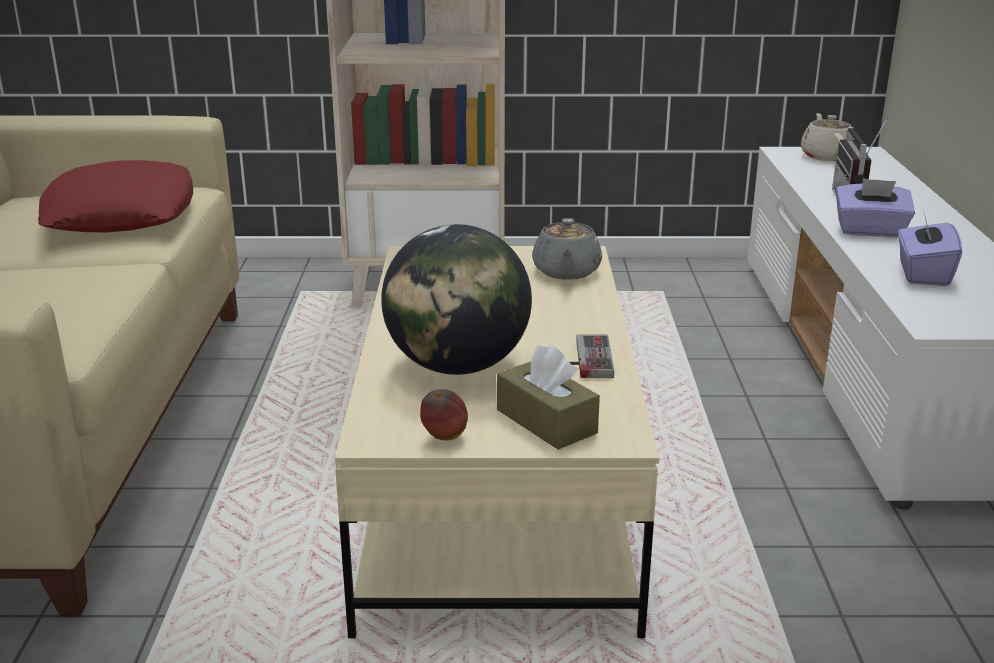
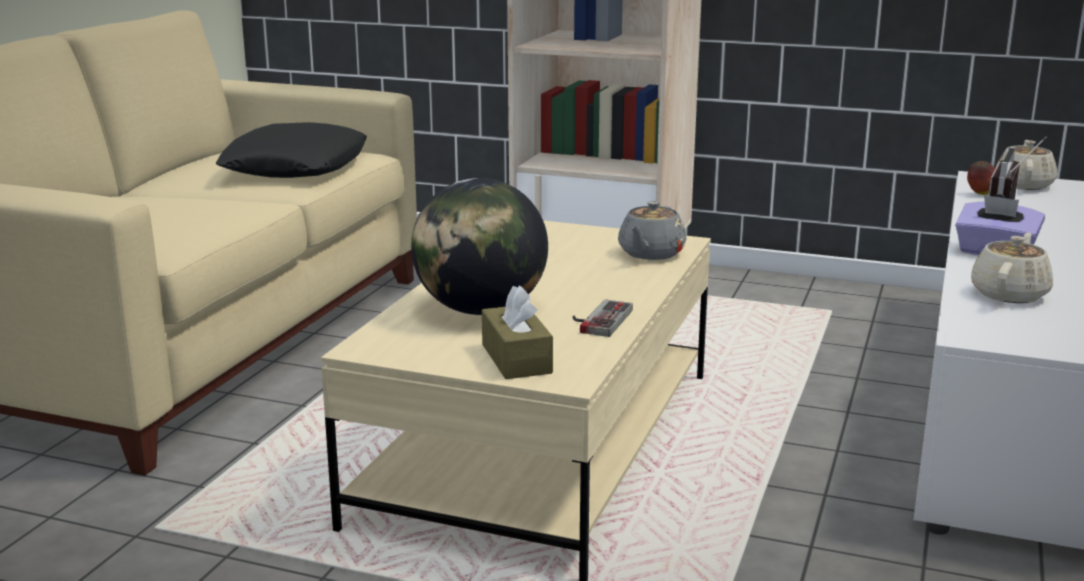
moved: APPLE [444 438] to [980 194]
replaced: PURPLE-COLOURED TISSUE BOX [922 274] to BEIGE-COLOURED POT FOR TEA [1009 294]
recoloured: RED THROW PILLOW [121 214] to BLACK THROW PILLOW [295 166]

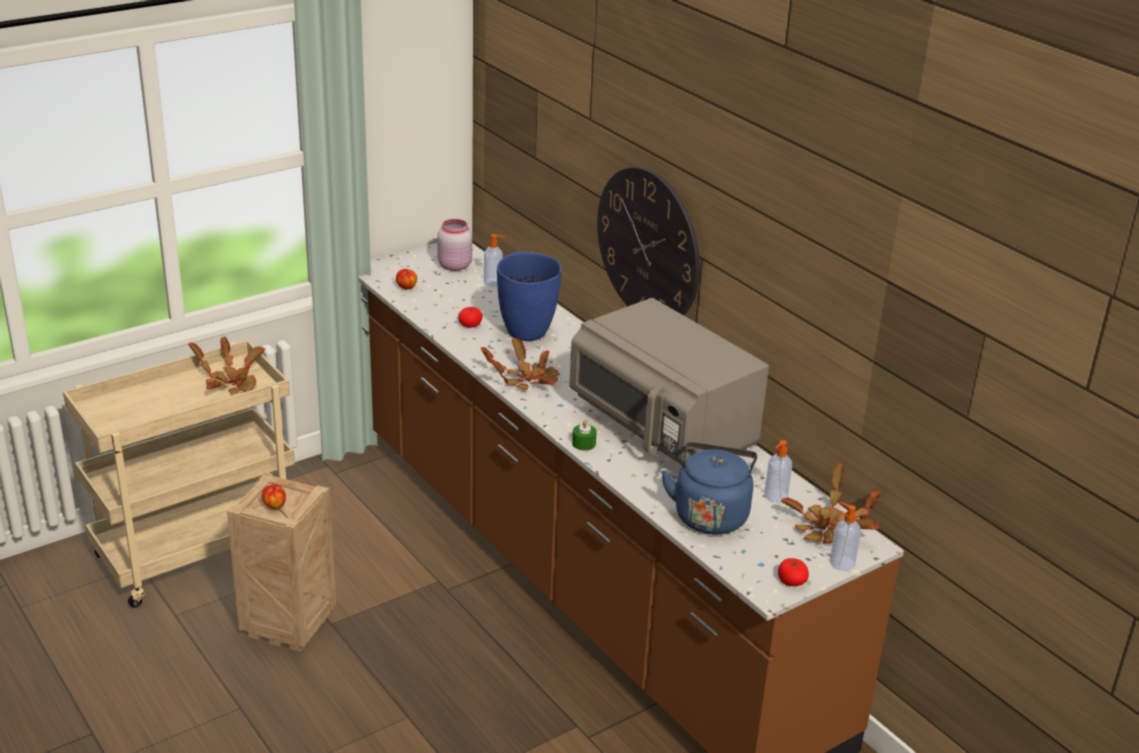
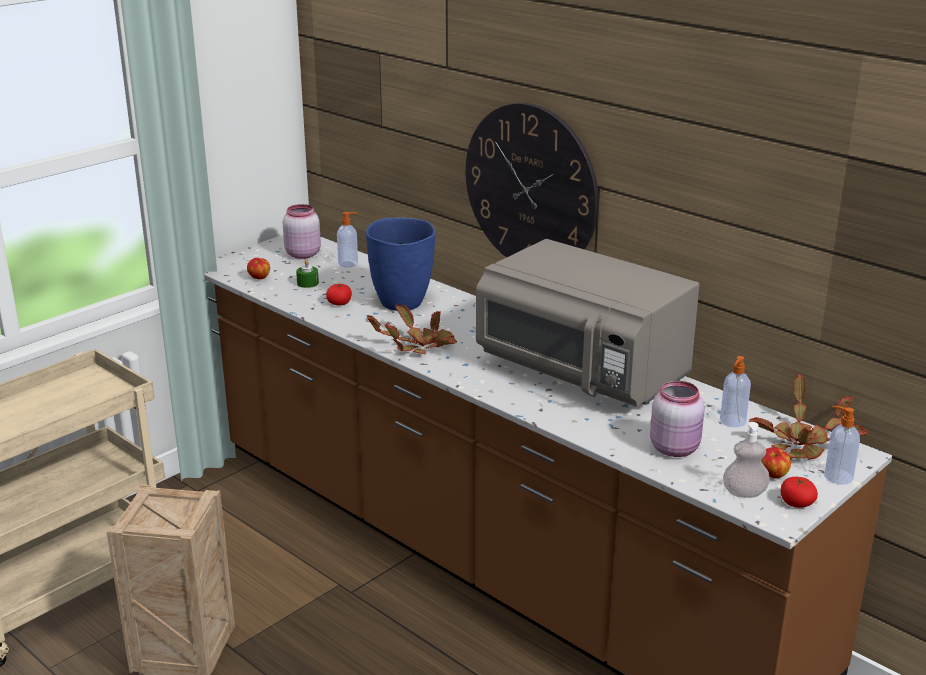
removed: HOUSEPLANT [231 382]
added: SOAP DISPENSER [744 493]
moved: GREENISH CANDLE [584 443] to [307 283]; APPLE [274 506] to [773 475]
replaced: BLUISH TEA KETTLE [710 514] to PINKISH JAR [675 448]

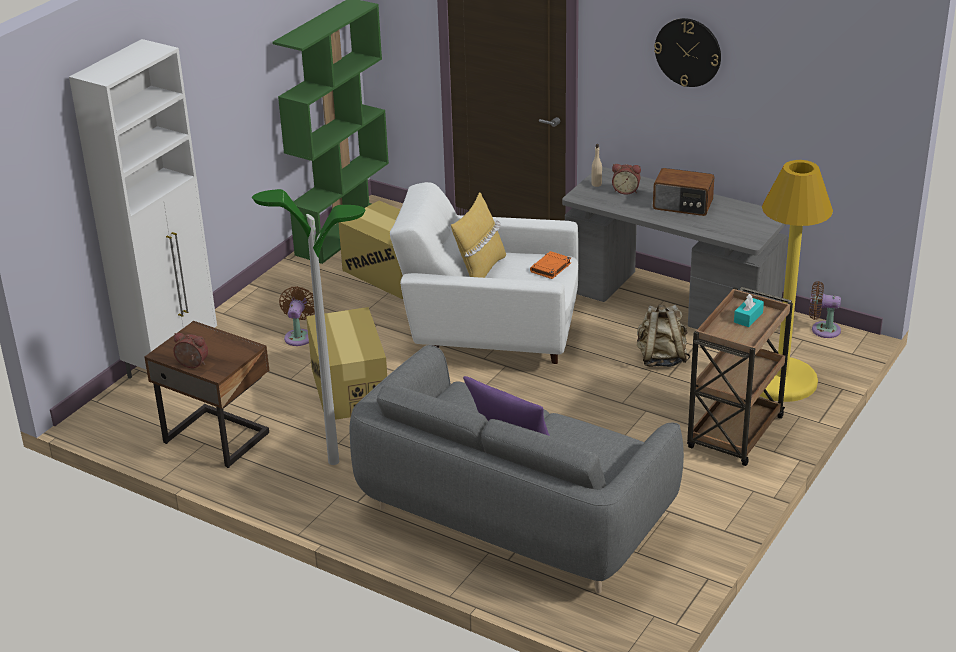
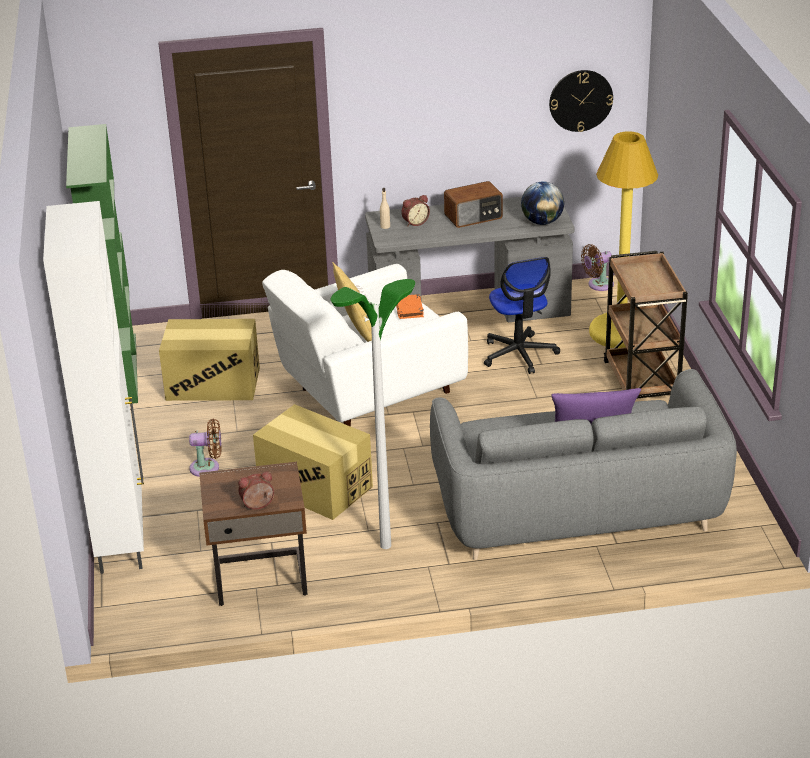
removed: TURQUOISE TISSUE BOX [748 317]
added: WORLD GLOBE [542 222]
moved: HANGING CLOCK [688 52] to [580 100]
replaced: BEIGE-COLOURED BACKPACK [661 359] to OFFICE CHAIR [519 354]
turned: BROWNISH COOLING FAN [299 336] = [208 468] 120 degrees clockwise

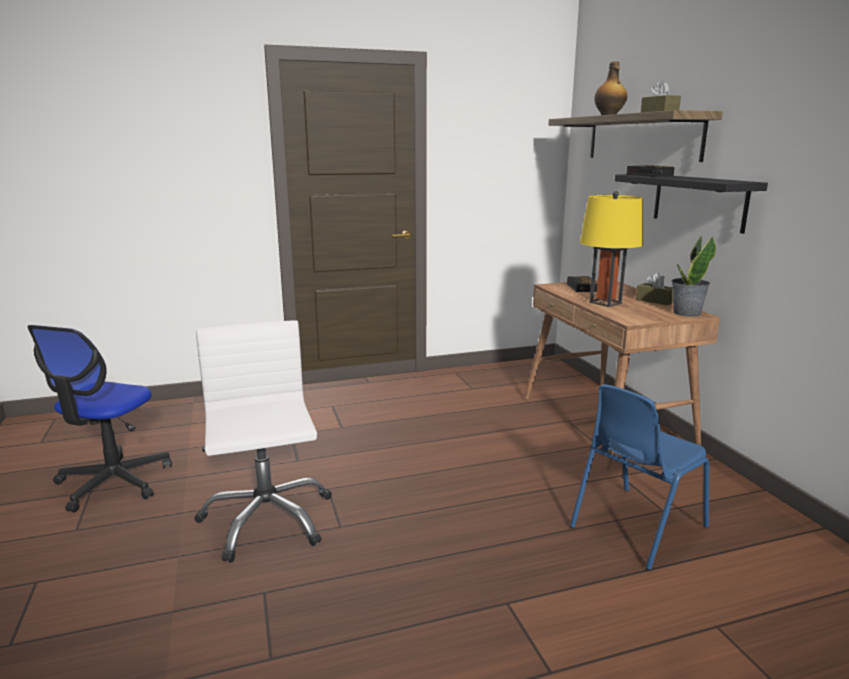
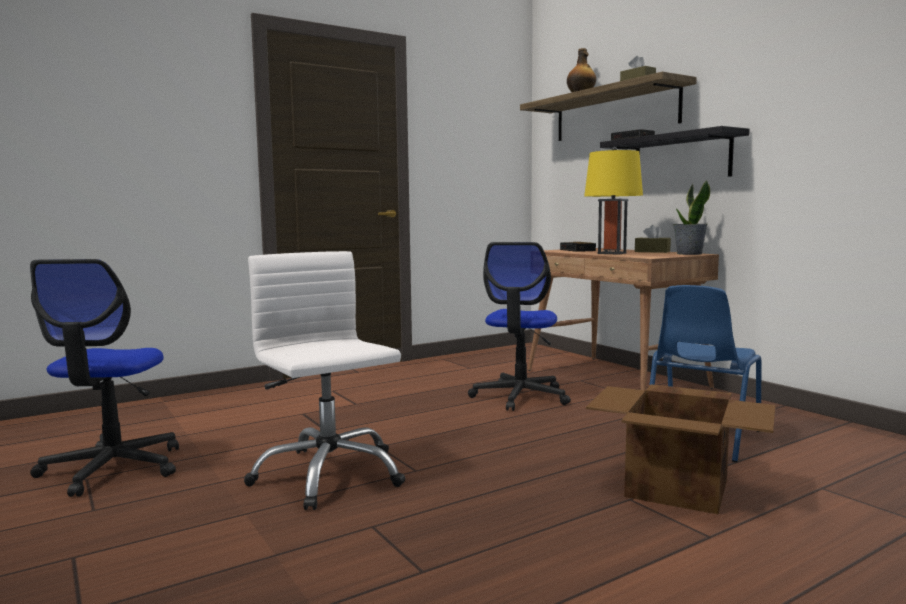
added: OFFICE CHAIR [520 397]; CARDBOARD BOX [678 488]

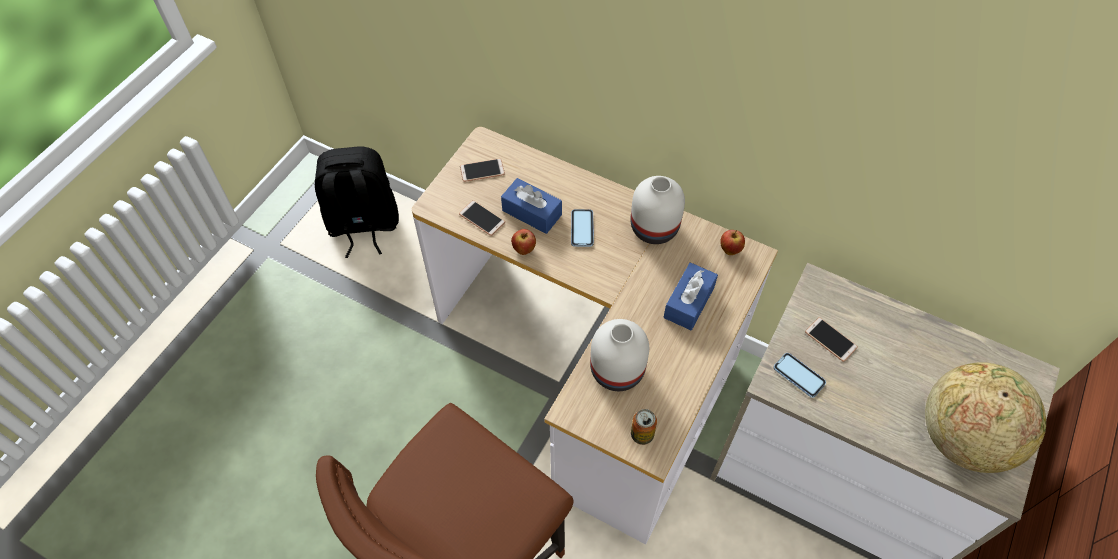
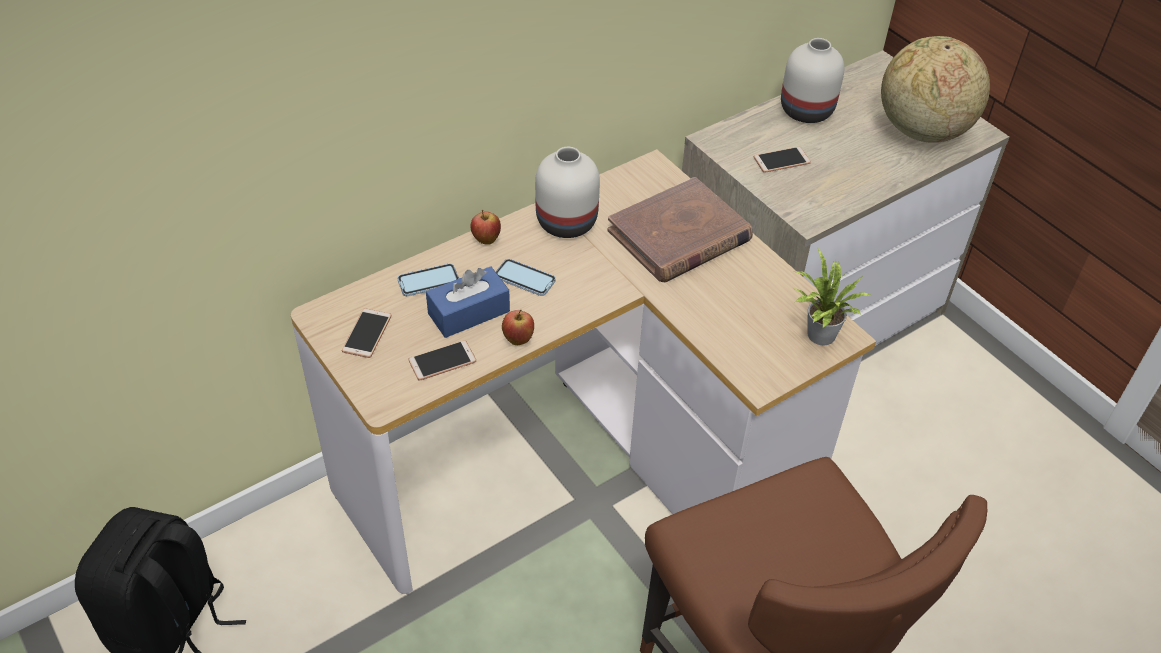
moved: PHONE [799 375] to [428 281]; APPLE [730 250] to [486 240]; WHITISH VASE [616 369] to [805 110]
replaced: BLUISH TISSUE BOX [689 302] to BROWNISH BOOK [679 236]; CAN [642 434] to HOUSEPLANT [817 336]

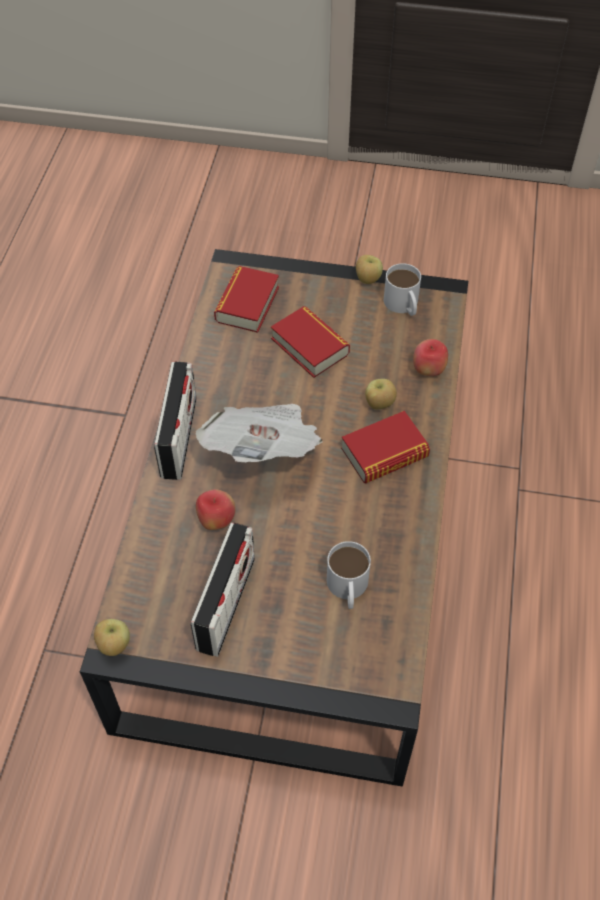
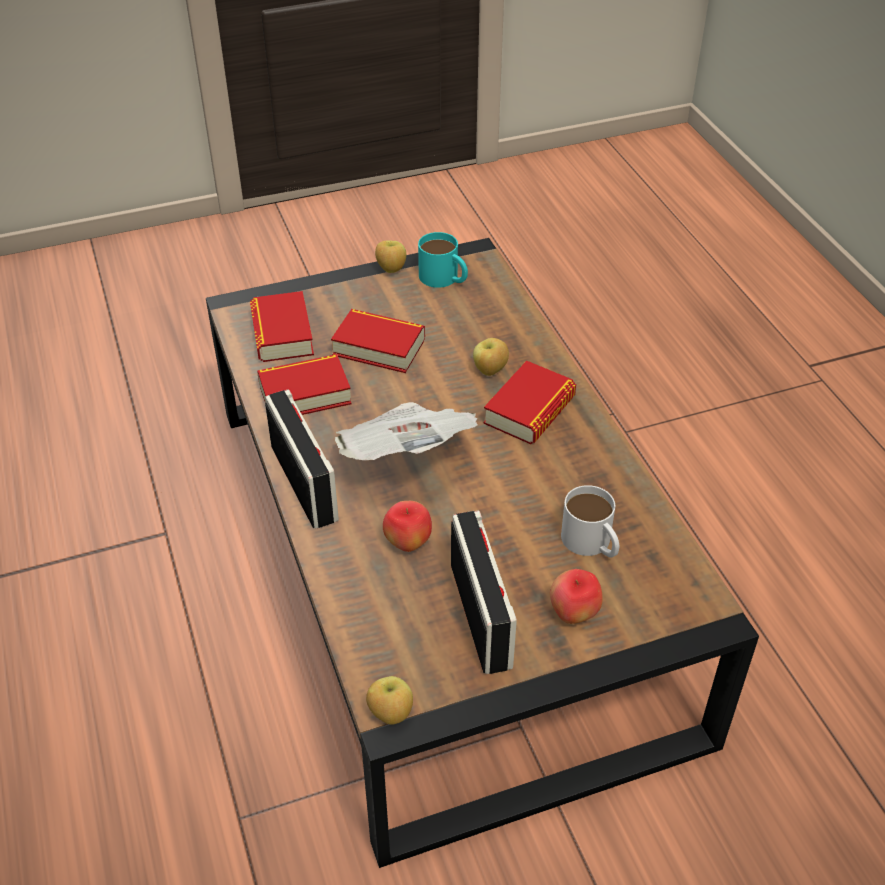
added: BOOK [305 394]
moved: APPLE [428 370] to [573 614]
recoloured: WHITISH COFFEE MUG [403 305] to TURQUOISE COFFEE MUG [444 279]

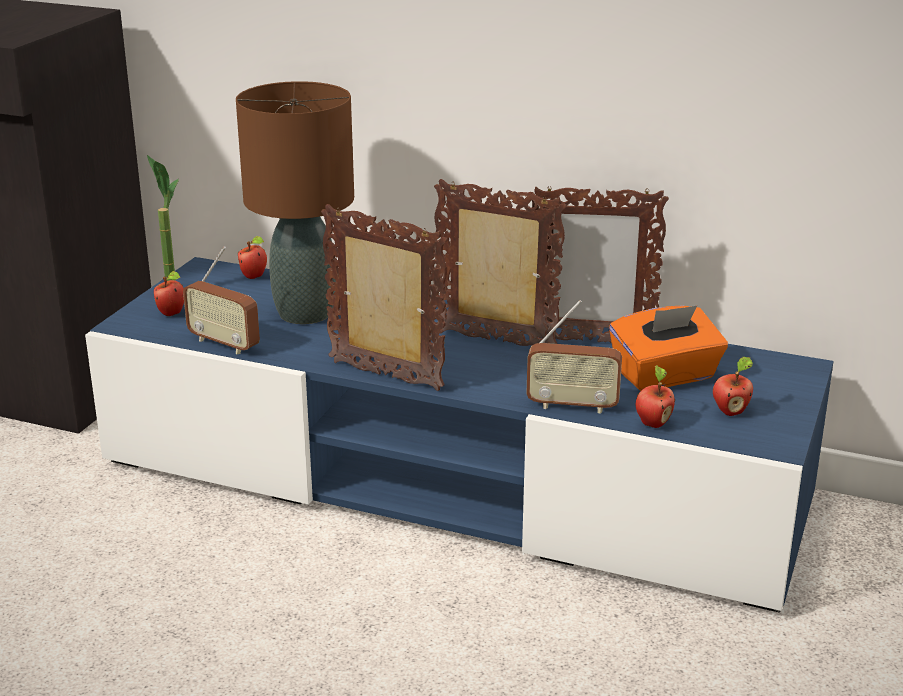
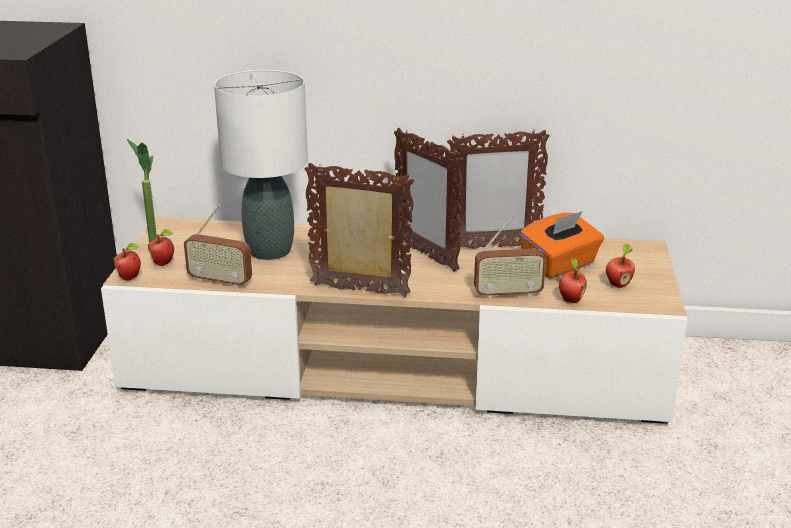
moved: APPLE [254 276] to [130 278]
recoloured: BLUISH MEDIA CONSOLE [451 481] to BEIGE-COLOURED MEDIA CONSOLE [395 366]; BROWNISH TABLETOP LAMP [304 313] to WHITISH TABLETOP LAMP [269 251]
turned: PICTURE FRAME [496 341] = [426 255] 135 degrees counterclockwise

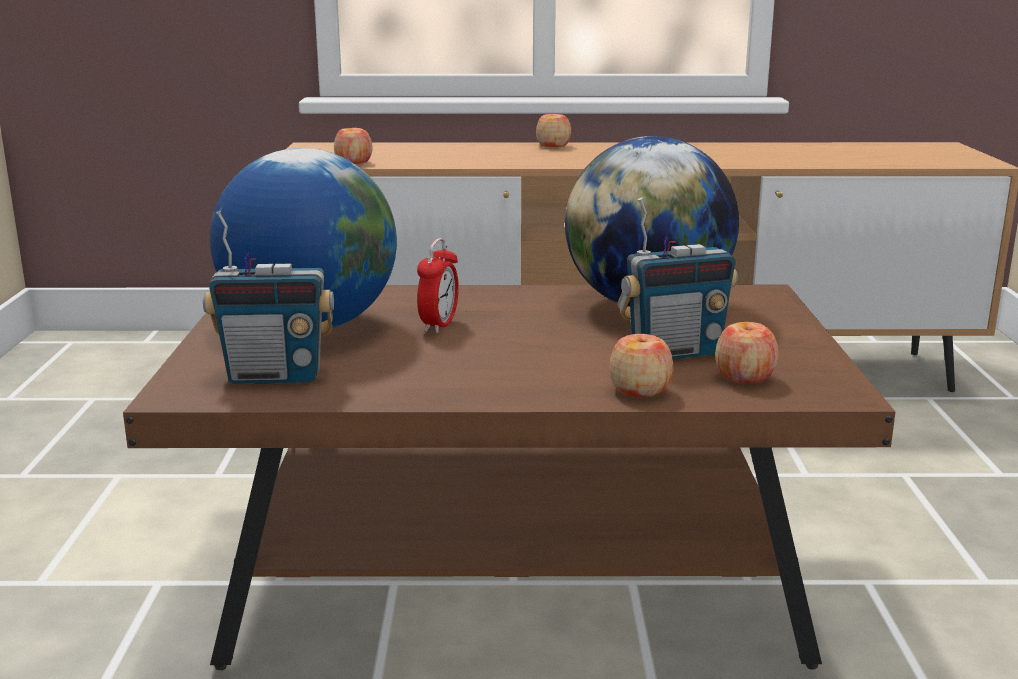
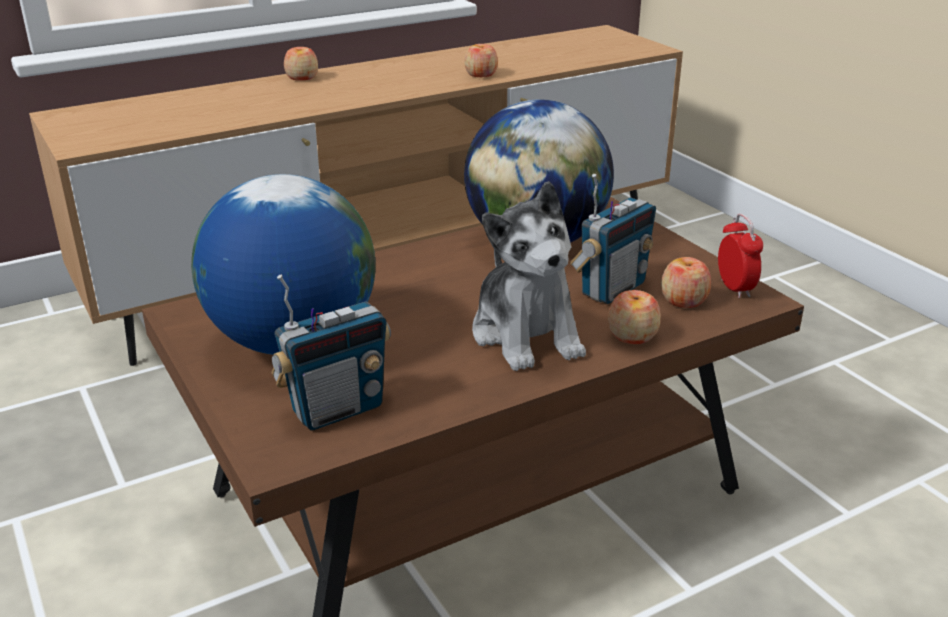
added: CUDDLY TOY [526 335]
moved: APPLE [353 162] to [481 75]; TABLE CLOCK [439 325] to [735 288]

